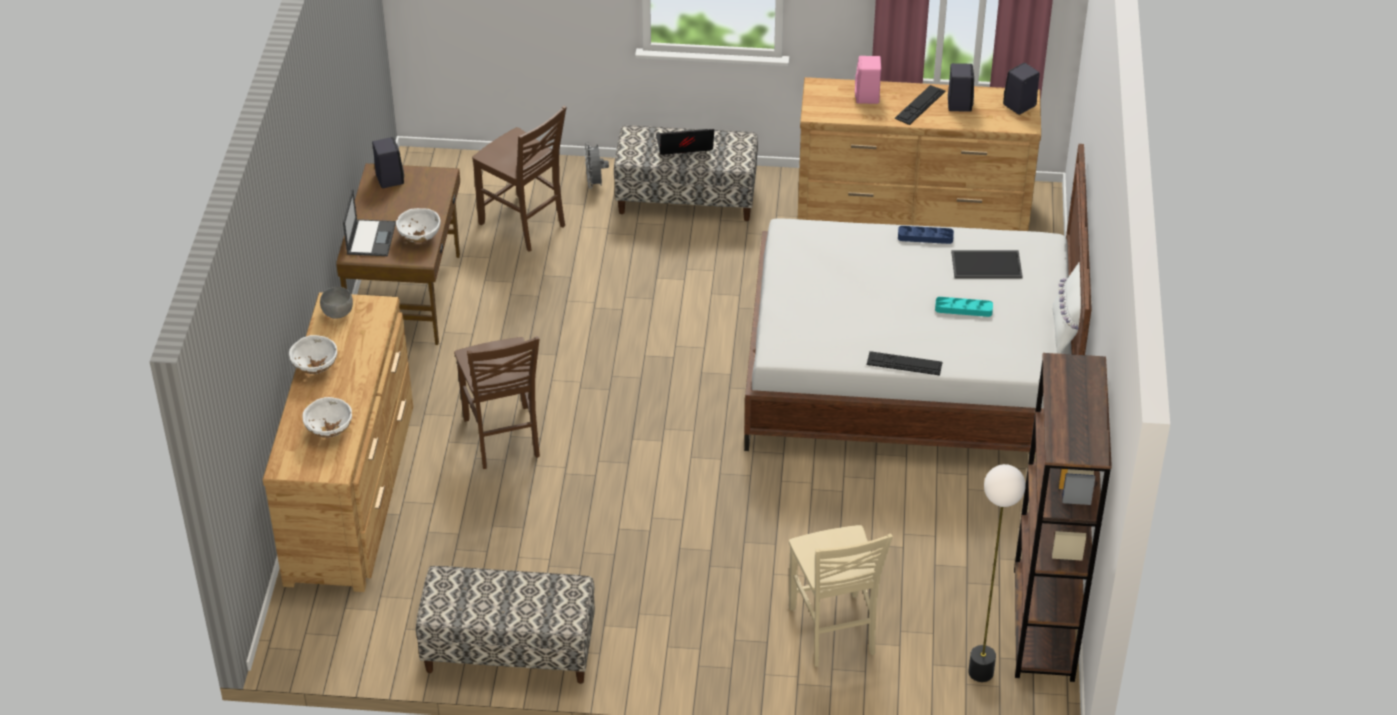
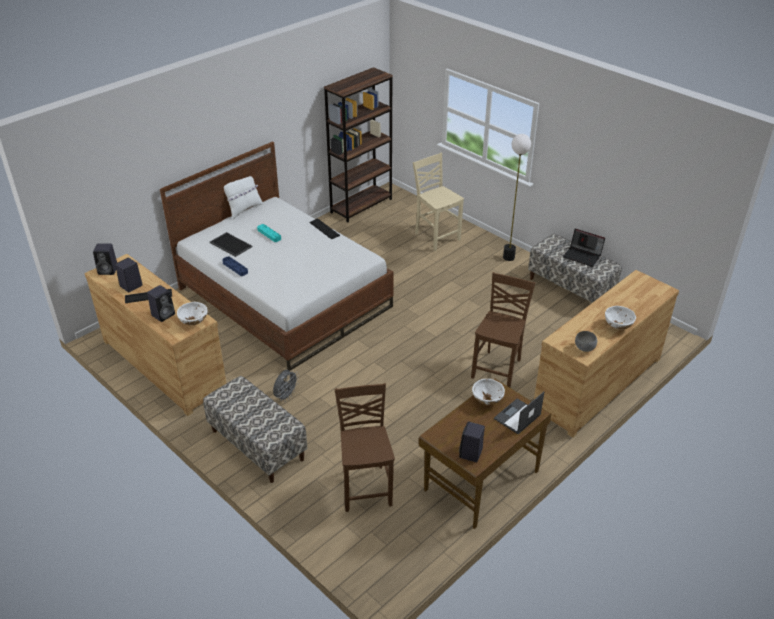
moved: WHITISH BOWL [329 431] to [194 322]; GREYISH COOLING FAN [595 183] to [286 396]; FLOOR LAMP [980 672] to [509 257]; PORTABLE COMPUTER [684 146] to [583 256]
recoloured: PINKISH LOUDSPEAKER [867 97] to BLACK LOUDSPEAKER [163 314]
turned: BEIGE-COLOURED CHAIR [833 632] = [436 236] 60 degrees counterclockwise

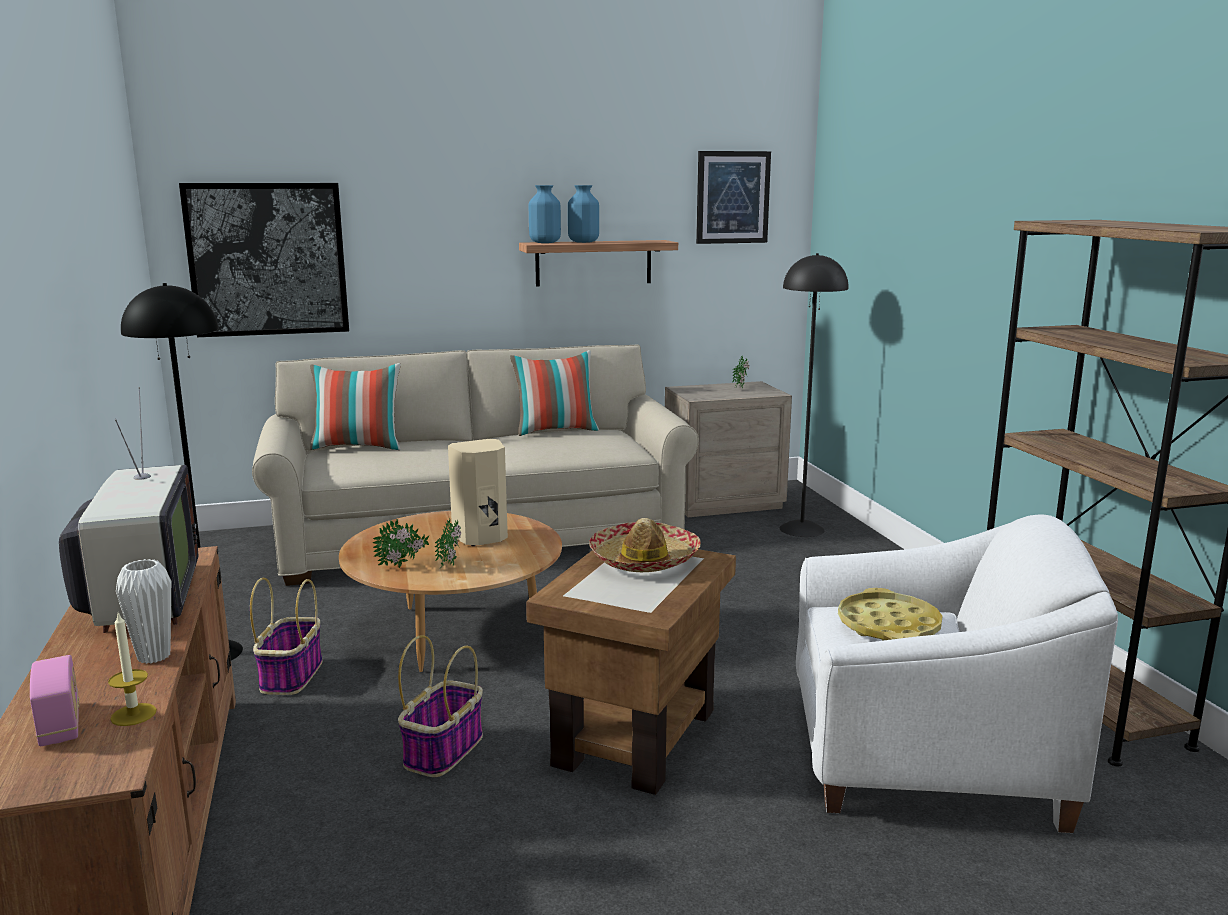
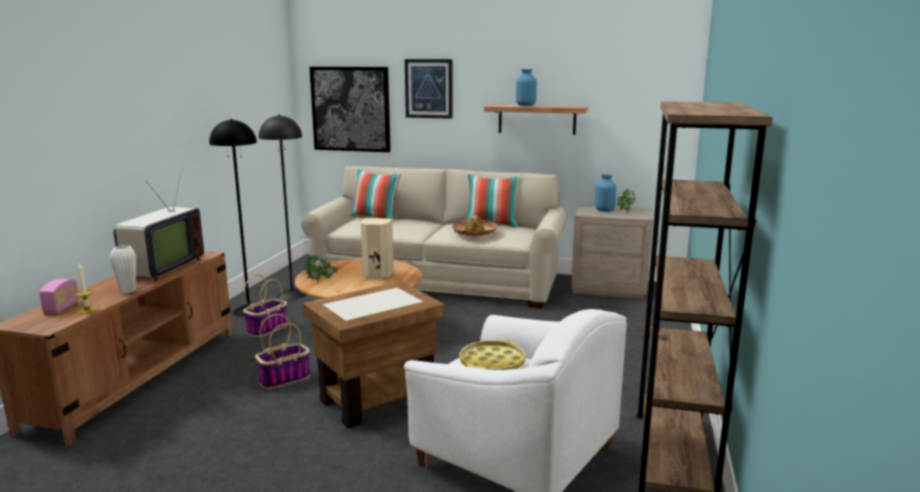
removed: HOUSEPLANT [451 563]
moved: BLACK FLOOR LAMP [802 529] to [292 295]; PICTURE [732 197] to [429 88]; HAT [644 559] to [474 233]; BLUISH VASE [545 242] to [604 210]

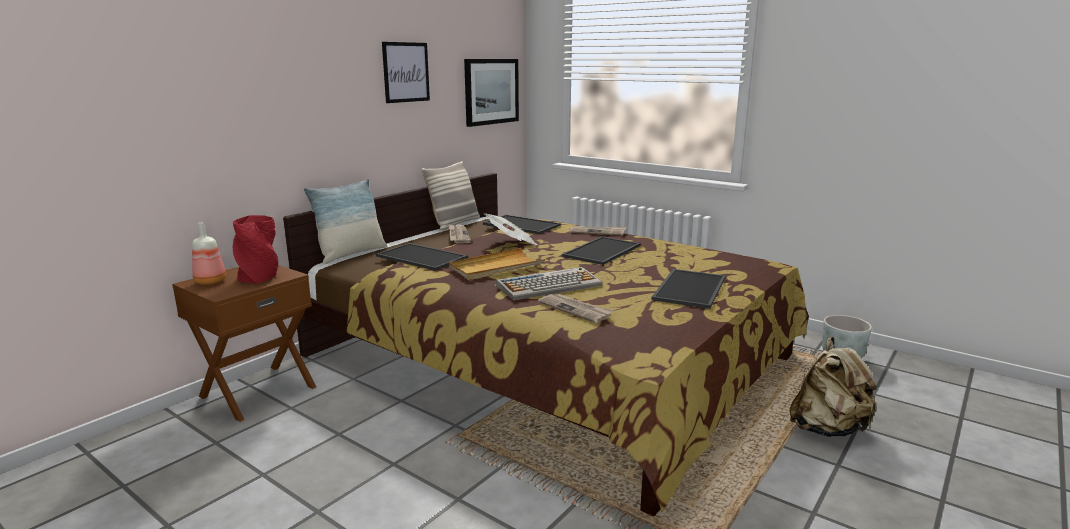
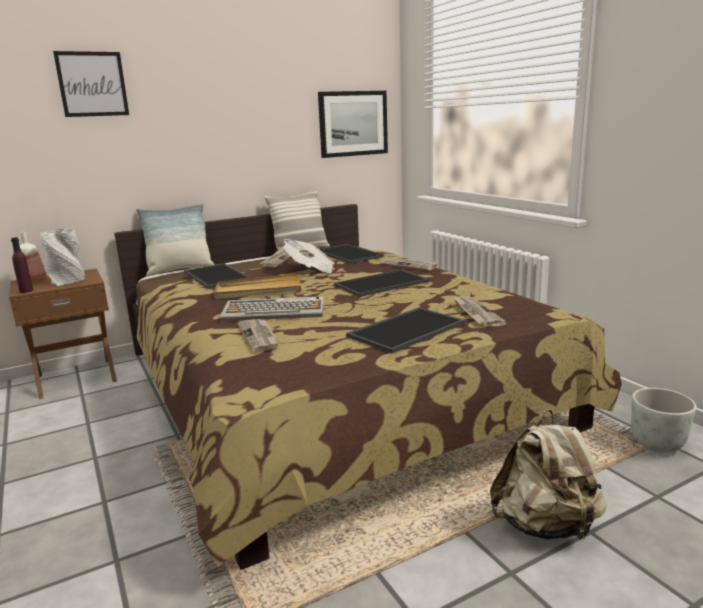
added: PURPLE-COLOURED DRINK BOTTLE [26 291]; DAILY PAPER [476 313]
moved: PICTURE [406 72] to [92 84]
recoloured: RED VASE [259 278] to GREYISH VASE [68 281]

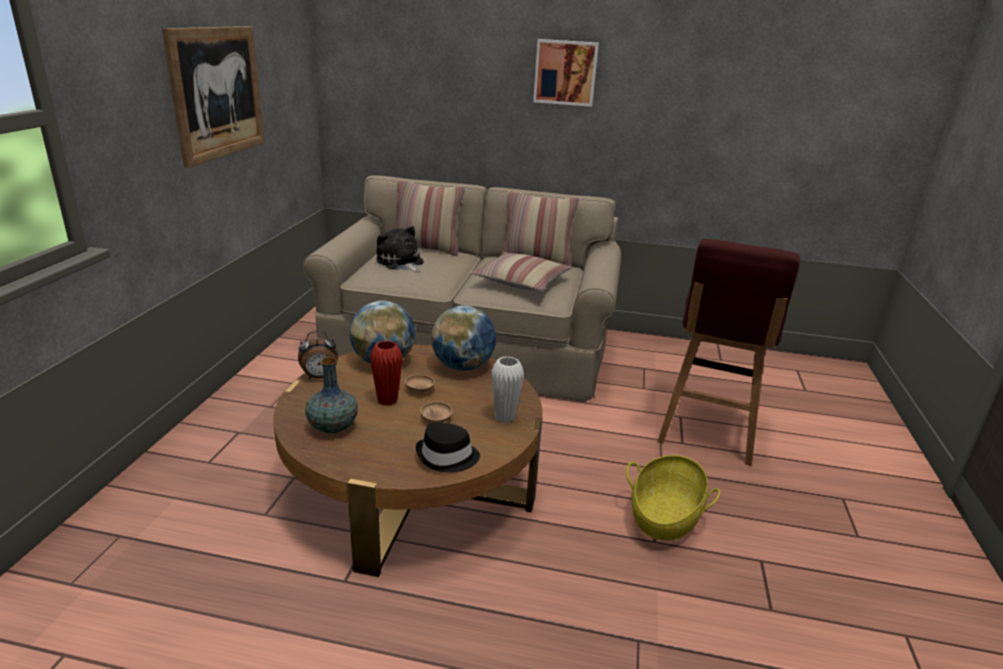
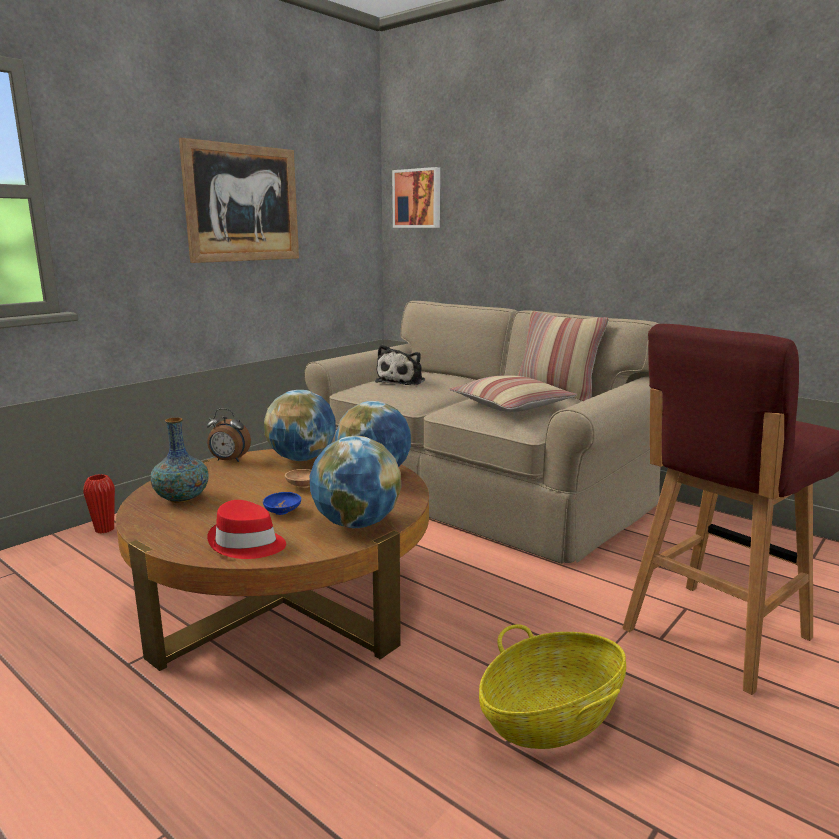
removed: THROW PILLOW [427 248]
moved: RED VASE [387 400] to [104 529]; PICTURE [565 72] to [418 198]
replaced: WHITISH VASE [504 417] to WORLD GLOBE [356 524]
recoloured: BLACK HAT [447 457] to RED HAT [247 544]; BROWNISH BOWL [436 420] to BLUISH BOWL [282 512]
turned: CUDDLY TOY [401 263] = [402 381] 150 degrees counterclockwise

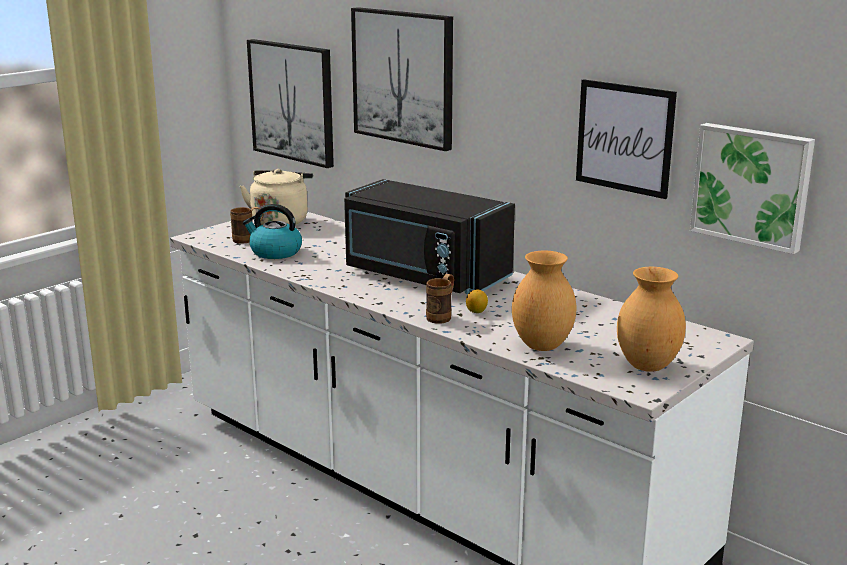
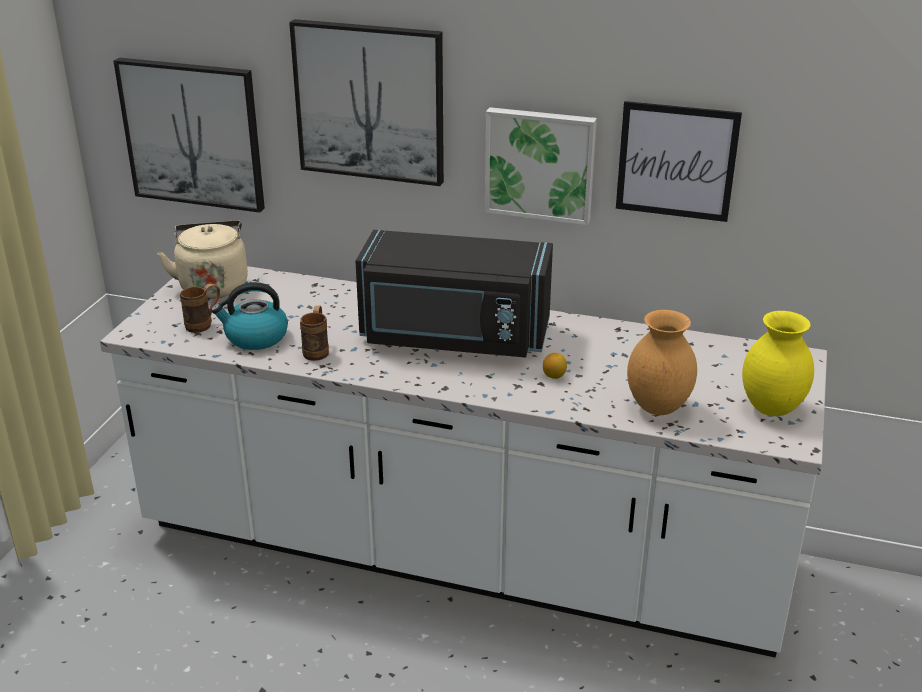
moved: BROWNISH COFFEE MUG [442 316] to [317 350]; PICTURE [752 185] to [540 164]
recoloured: BROWNISH VASE [646 366] to YELLOW VASE [770 409]

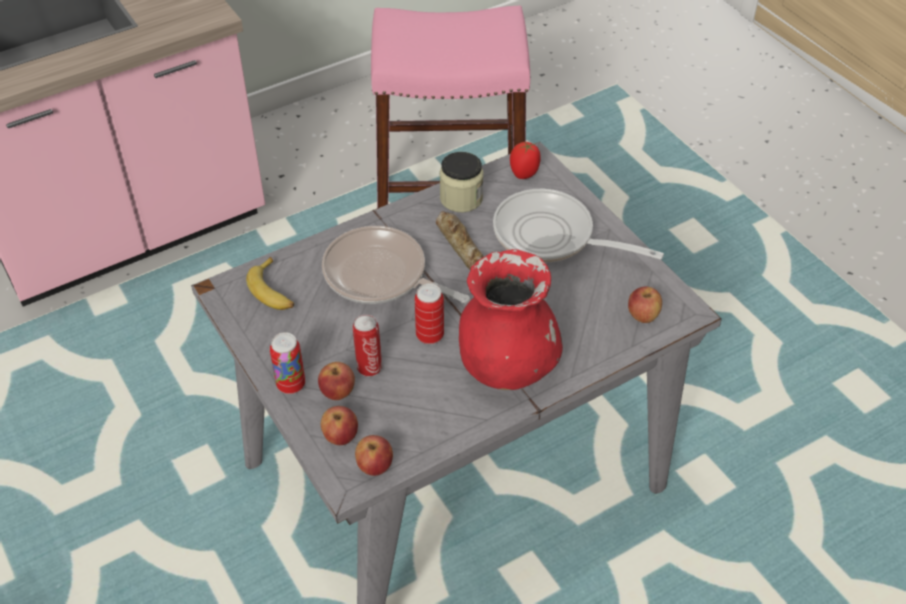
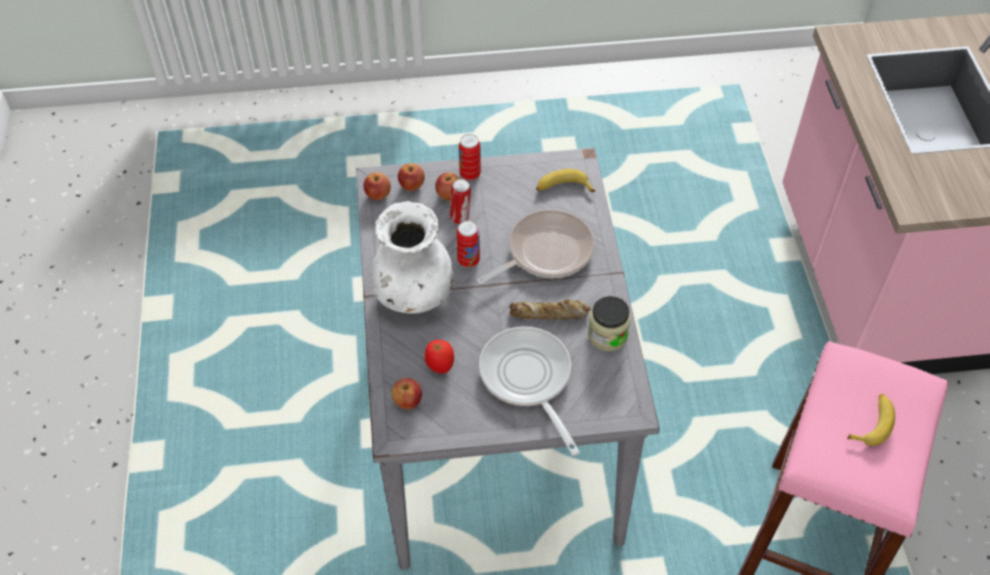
added: WHOLE BANANA [872 423]
moved: WHOLE TOMATO [524 173] to [439 365]
recoloured: RED VASE [506 365] to WHITISH VASE [414 293]
turned: FRYING PAN [551 237] = [528 379] 75 degrees counterclockwise

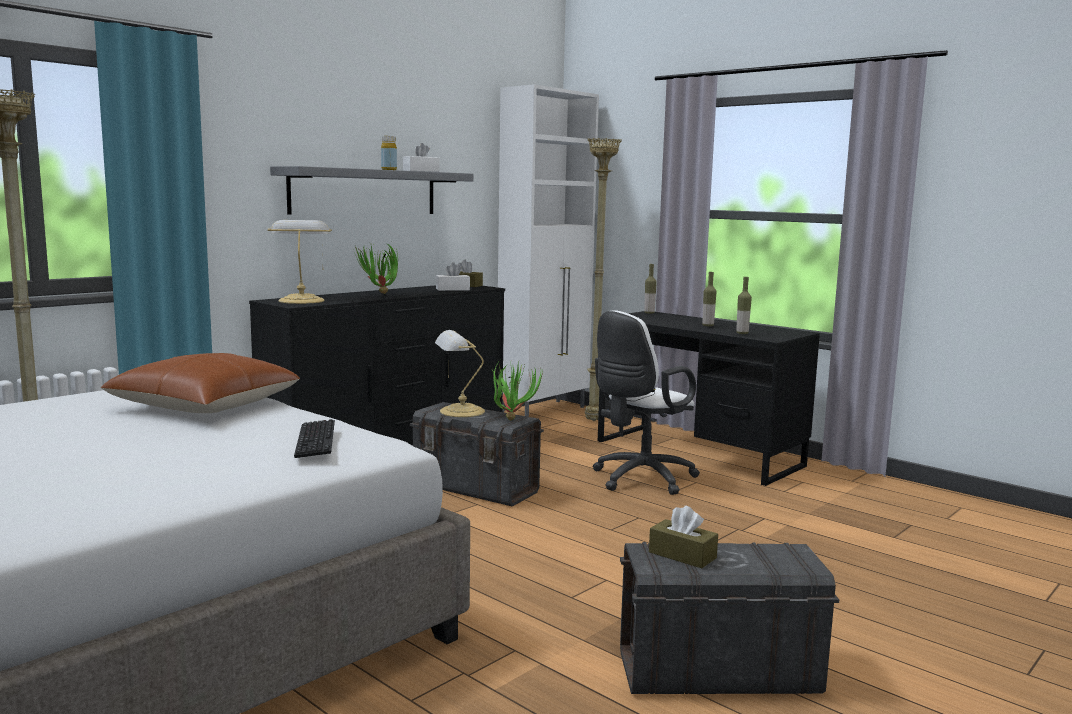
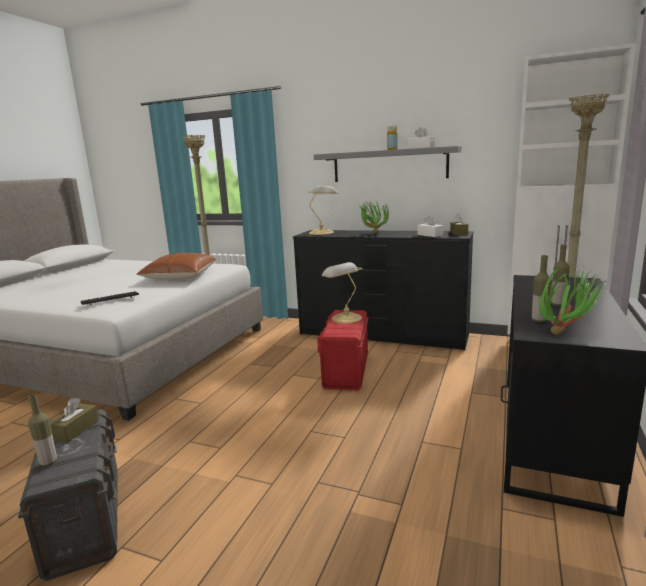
removed: WHITISH OFFICE CHAIR [639 479]
moved: DRINK BOTTLE [649 313] to [48 462]; HOUSEPLANT [512 418] to [564 333]
recoloured: GREYISH STORAGE BOX [476 488] to RED STORAGE BOX [346 371]

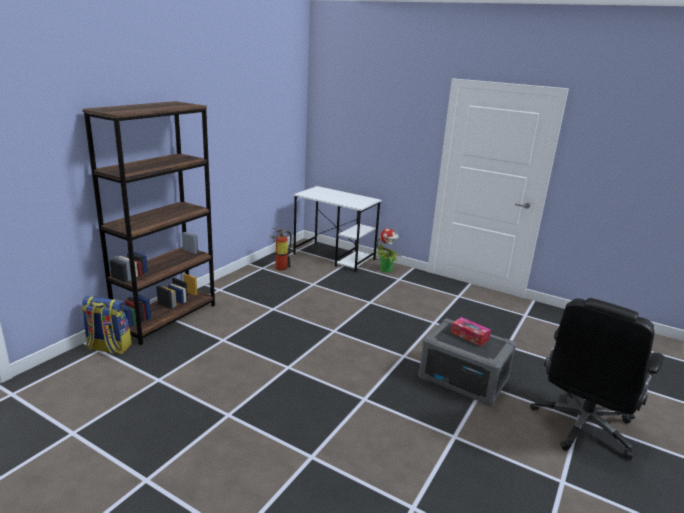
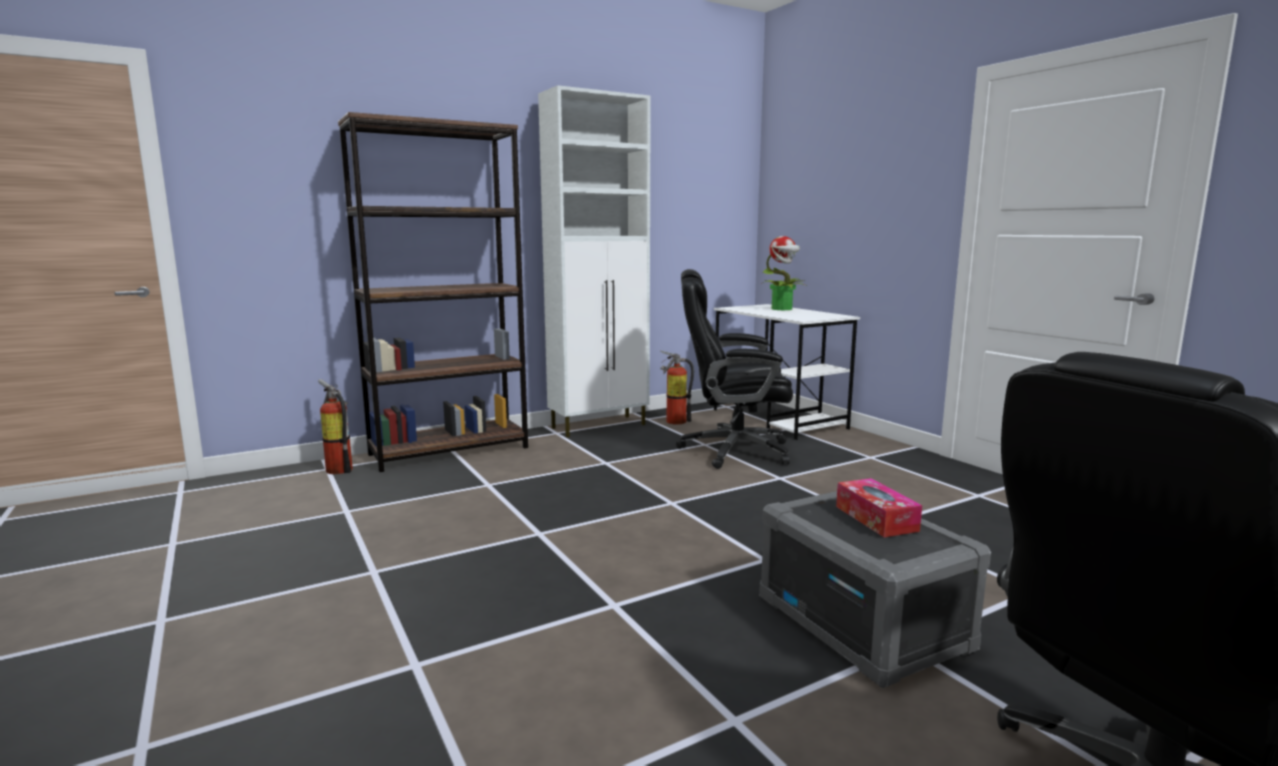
added: WHITISH STORAGE CABINET [600 426]; BLACK OFFICE CHAIR [732 450]
moved: HOUSEPLANT [386 269] to [782 309]
replaced: BACKPACK [108 348] to FIRE-FIGHTING CYLINDER [340 468]

